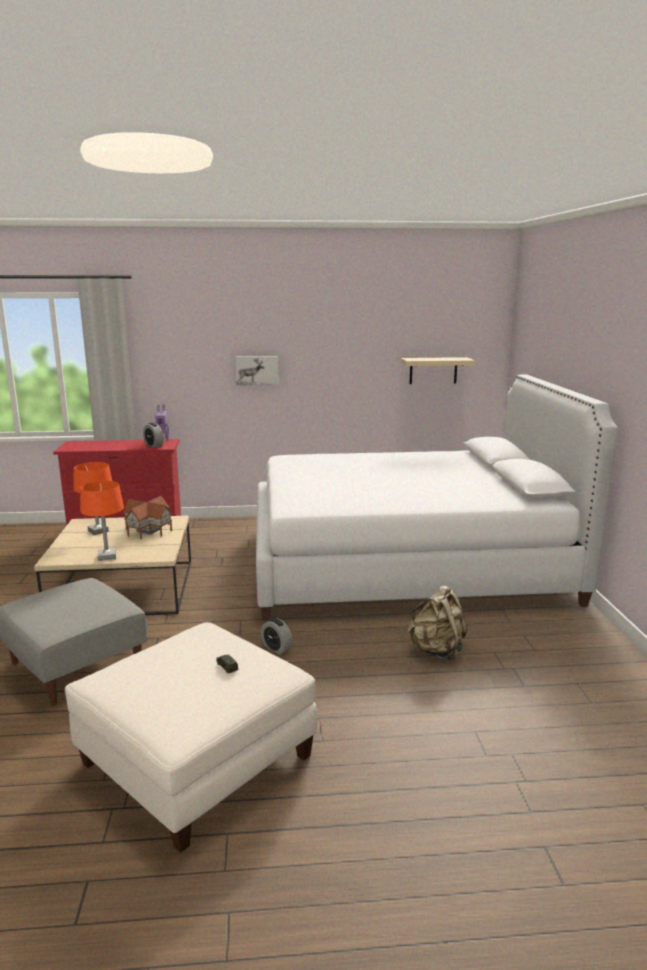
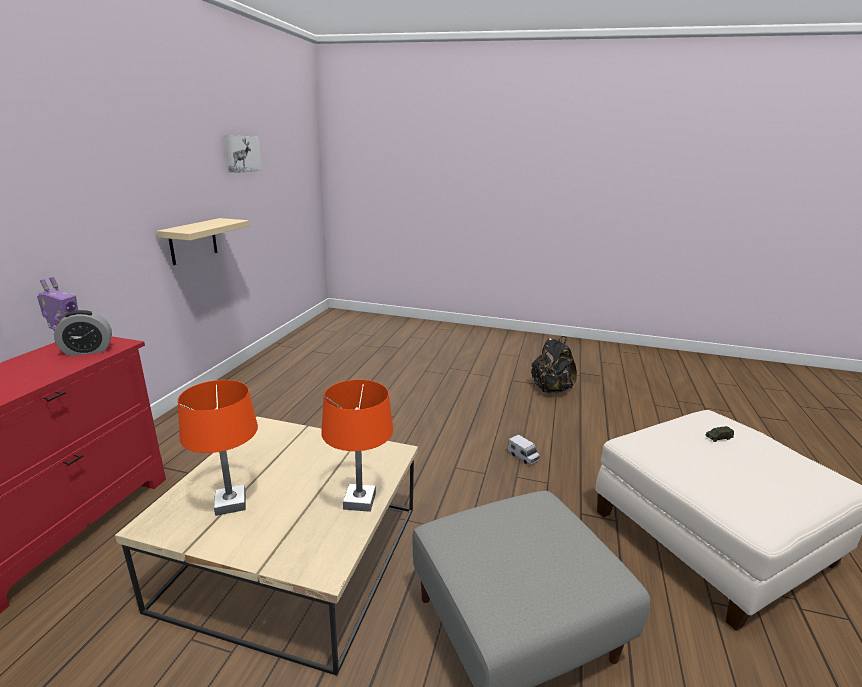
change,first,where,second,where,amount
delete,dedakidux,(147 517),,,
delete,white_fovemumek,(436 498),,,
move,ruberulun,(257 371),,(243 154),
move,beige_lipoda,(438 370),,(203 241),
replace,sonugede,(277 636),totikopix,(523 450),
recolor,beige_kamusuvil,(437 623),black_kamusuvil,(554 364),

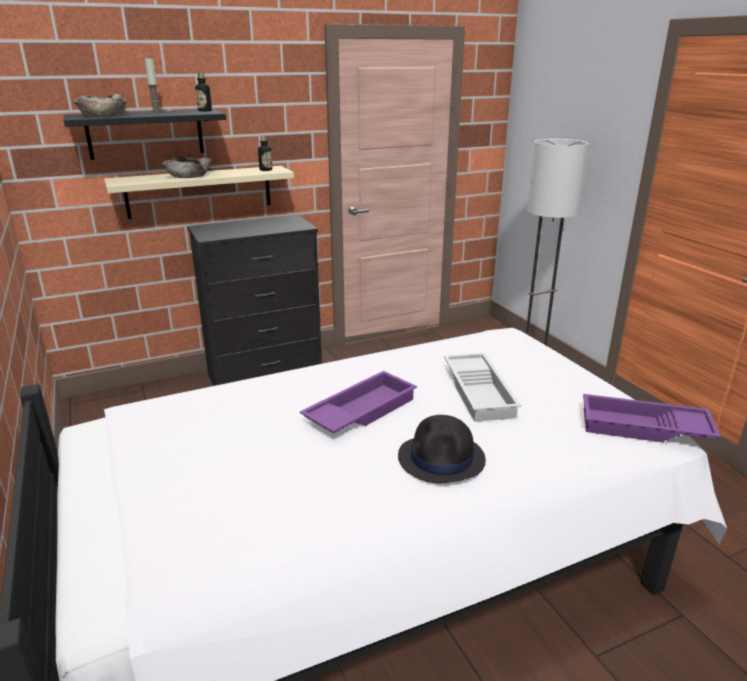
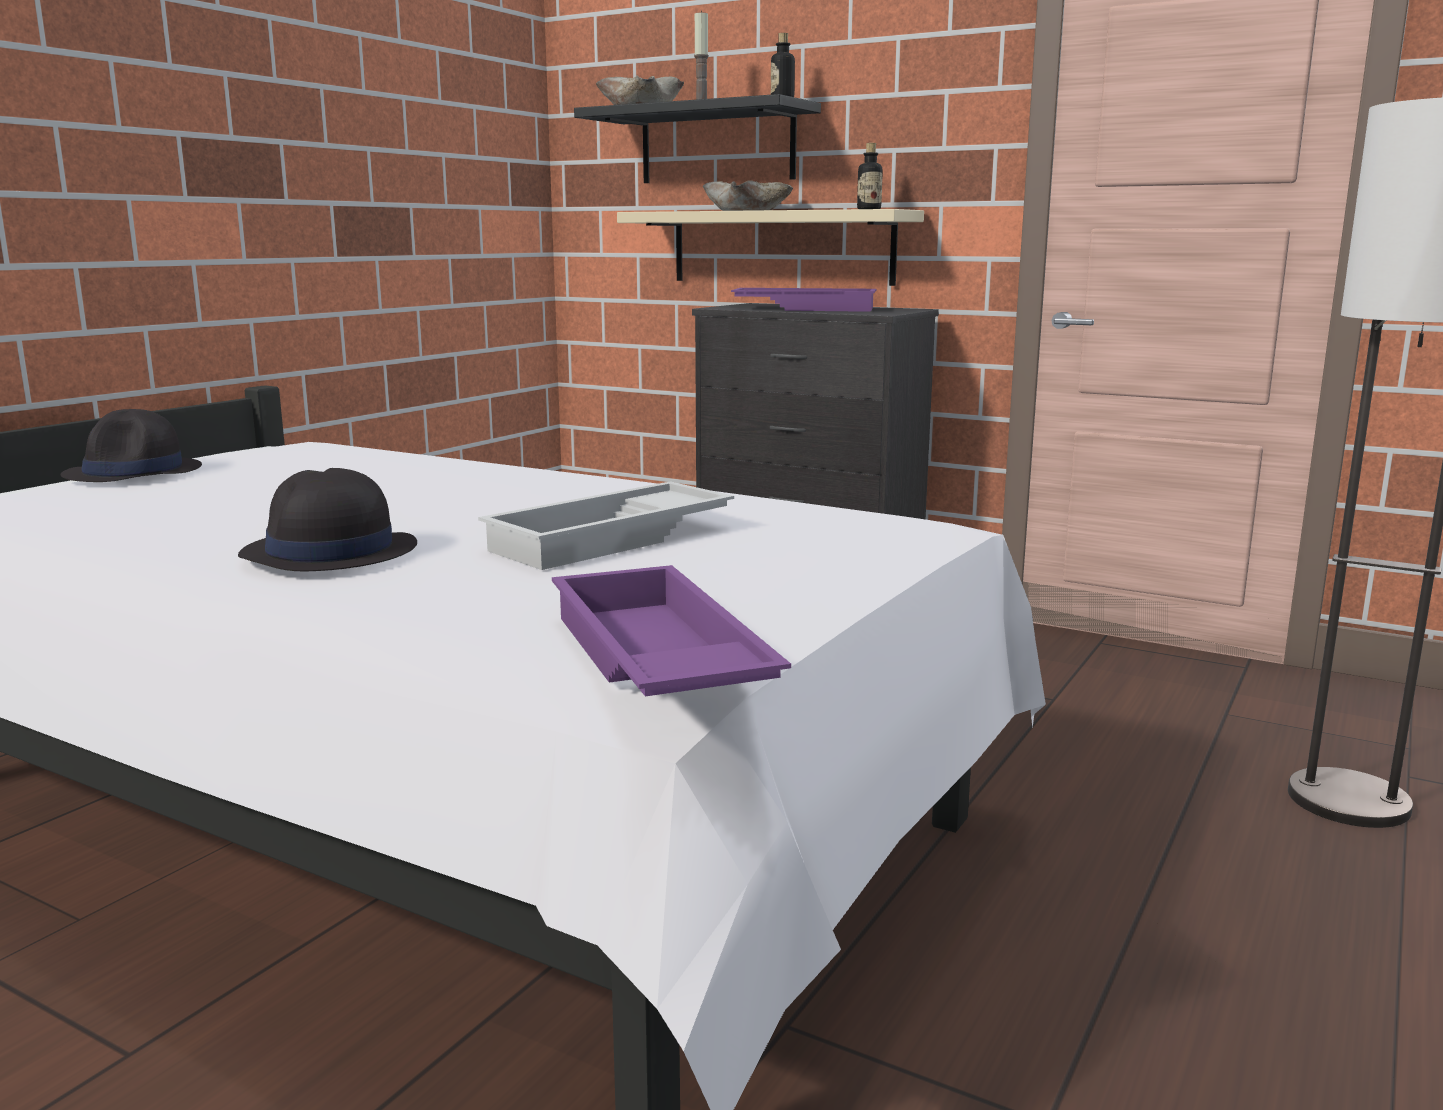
change,first,where,second,where,amount
insert,,,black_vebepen,(131 445),
move,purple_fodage,(358 402),,(804 300),

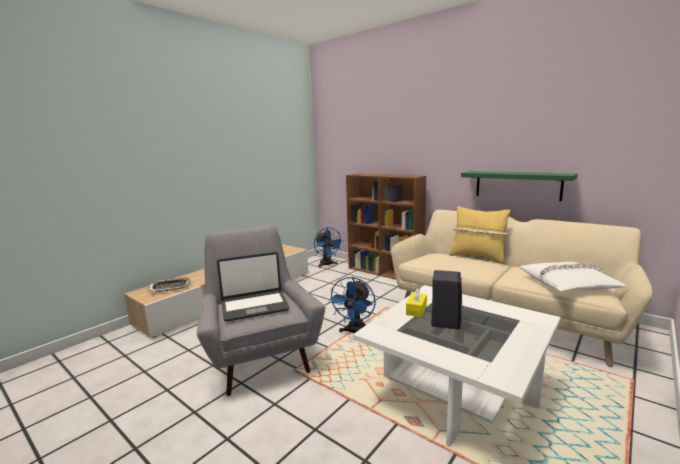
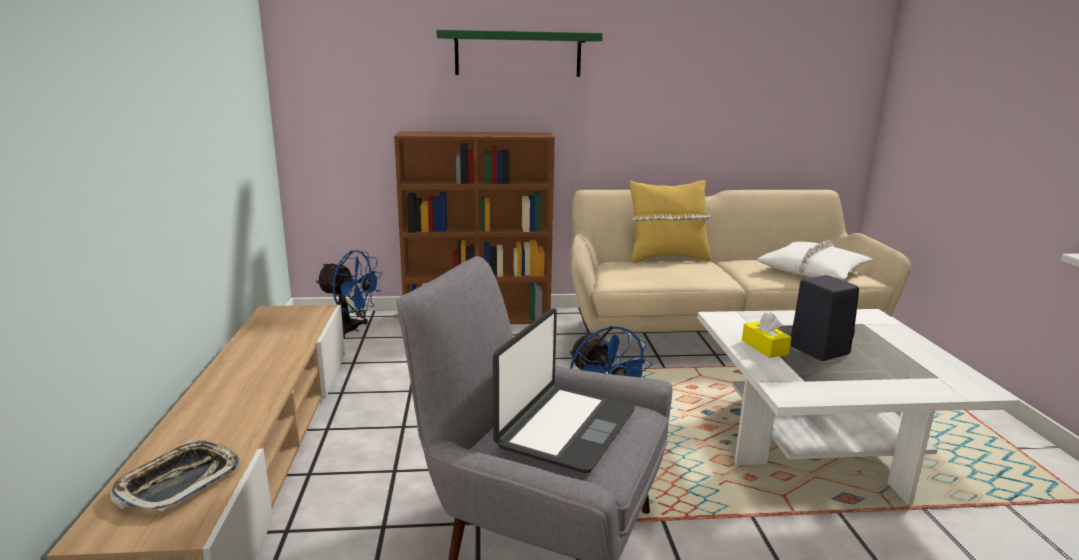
change,first,where,second,where,amount
move,green_lipoda,(519 186),,(519 53),

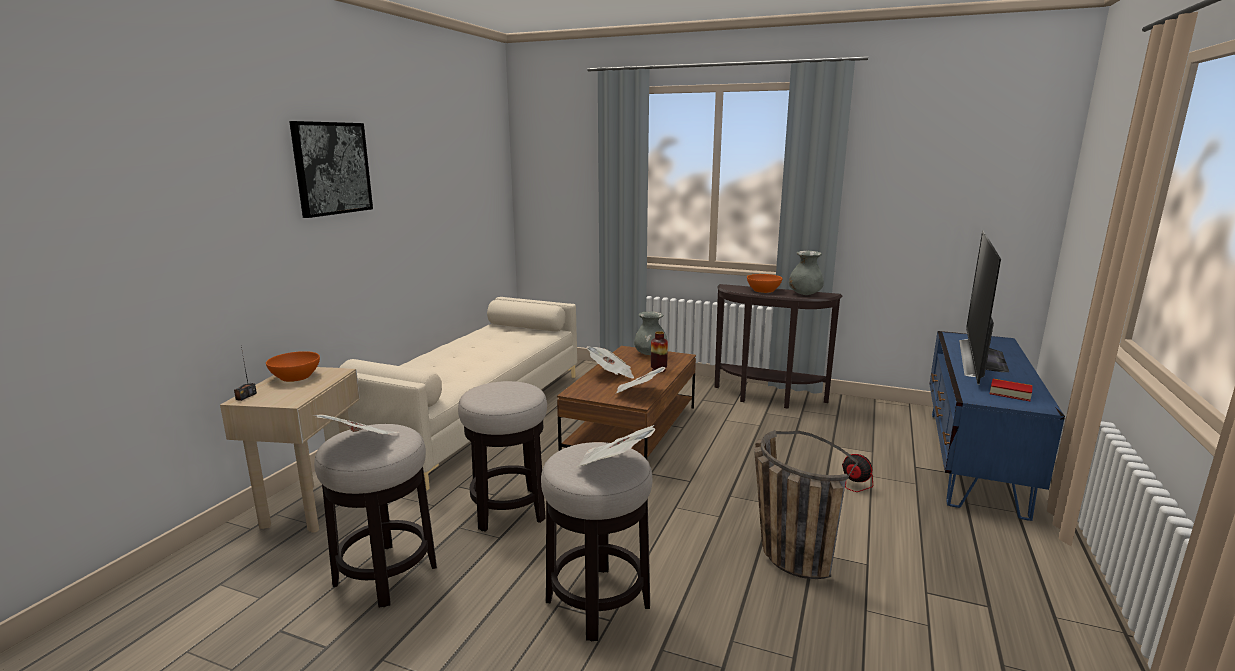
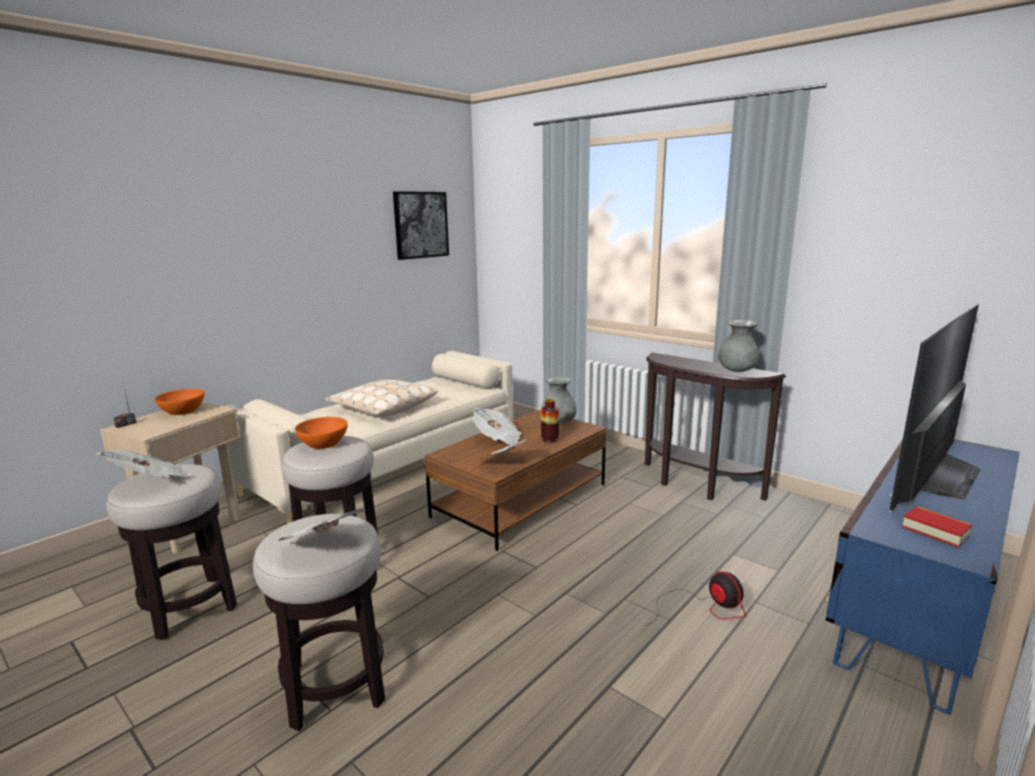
change,first,where,second,where,amount
delete,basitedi,(806 504),,,
insert,,,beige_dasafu,(381 398),
move,ruberulun,(331 169),,(421 225),
move,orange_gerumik,(764 283),,(321 433),

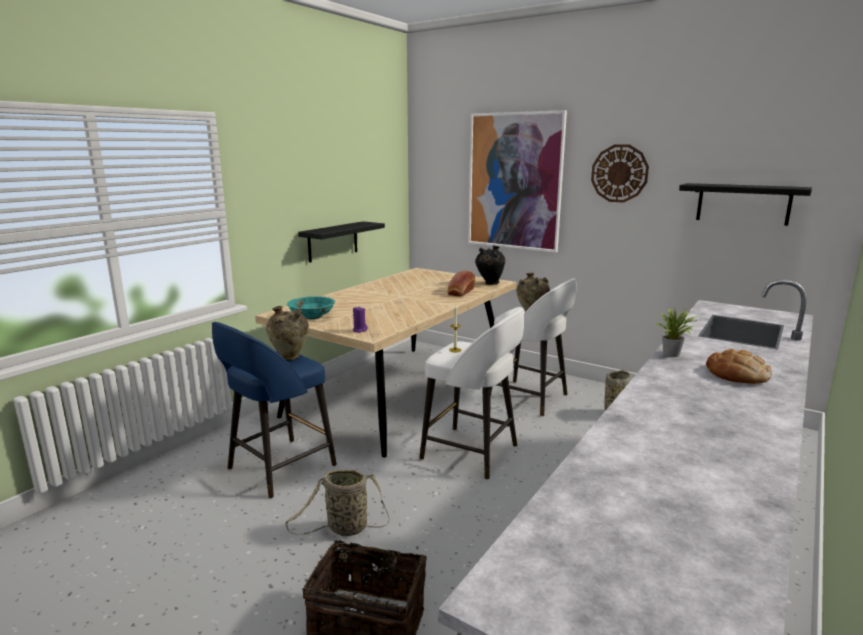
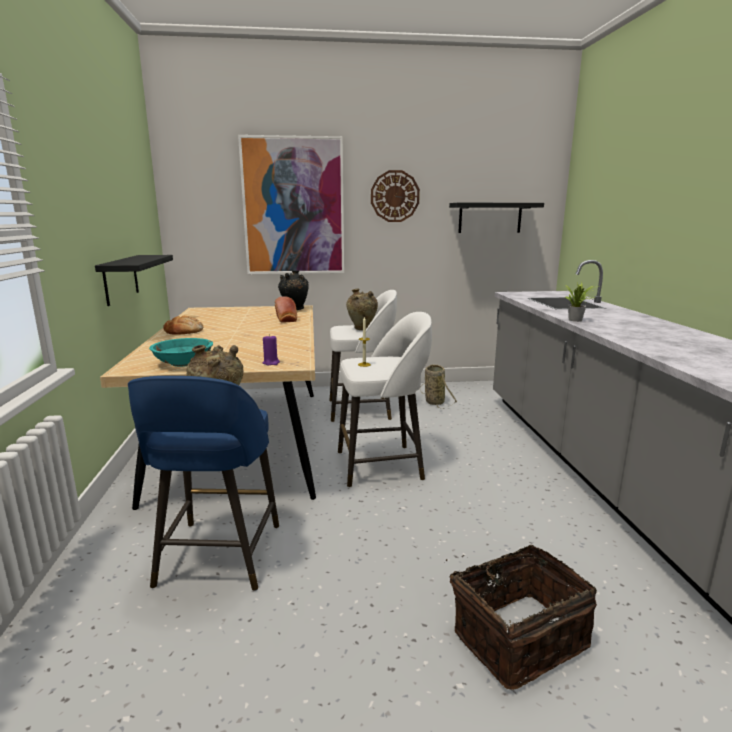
change,first,where,second,where,amount
delete,basitedi,(337 502),,,
move,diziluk,(739 366),,(183 325),

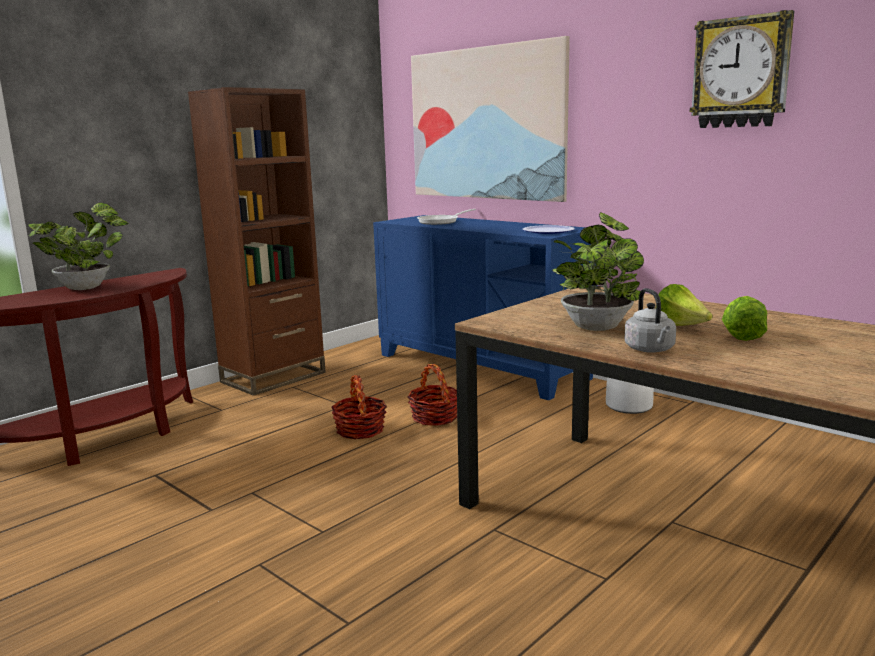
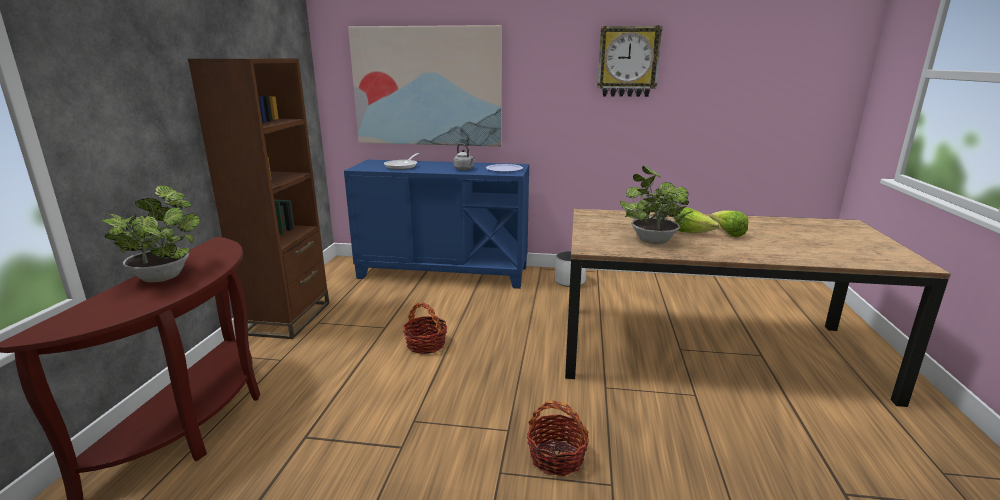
change,first,where,second,where,amount
move,basitedi,(432 395),,(558 438),
move,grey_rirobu,(650 320),,(464 156),

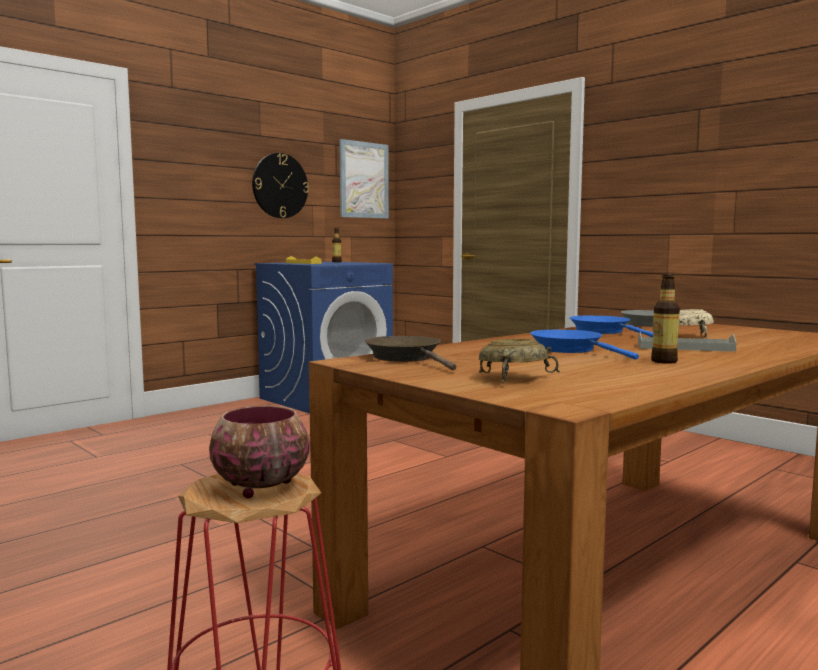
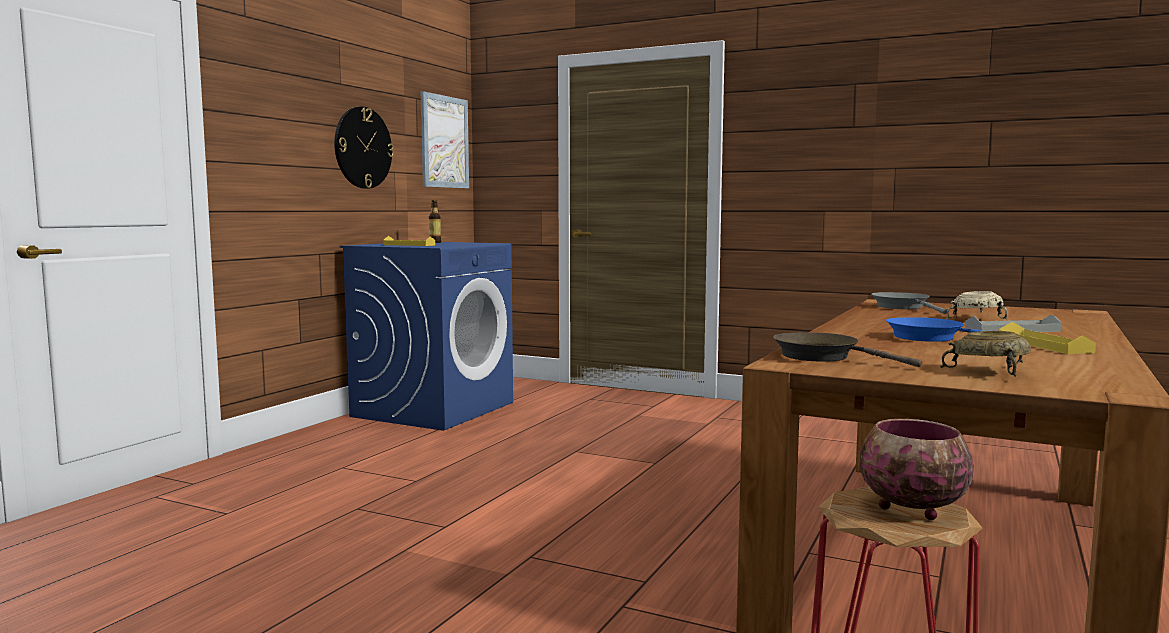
change,first,where,second,where,amount
delete,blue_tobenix,(611 326),,,
replace,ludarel,(665 318),yellow_fodage,(1047 338),

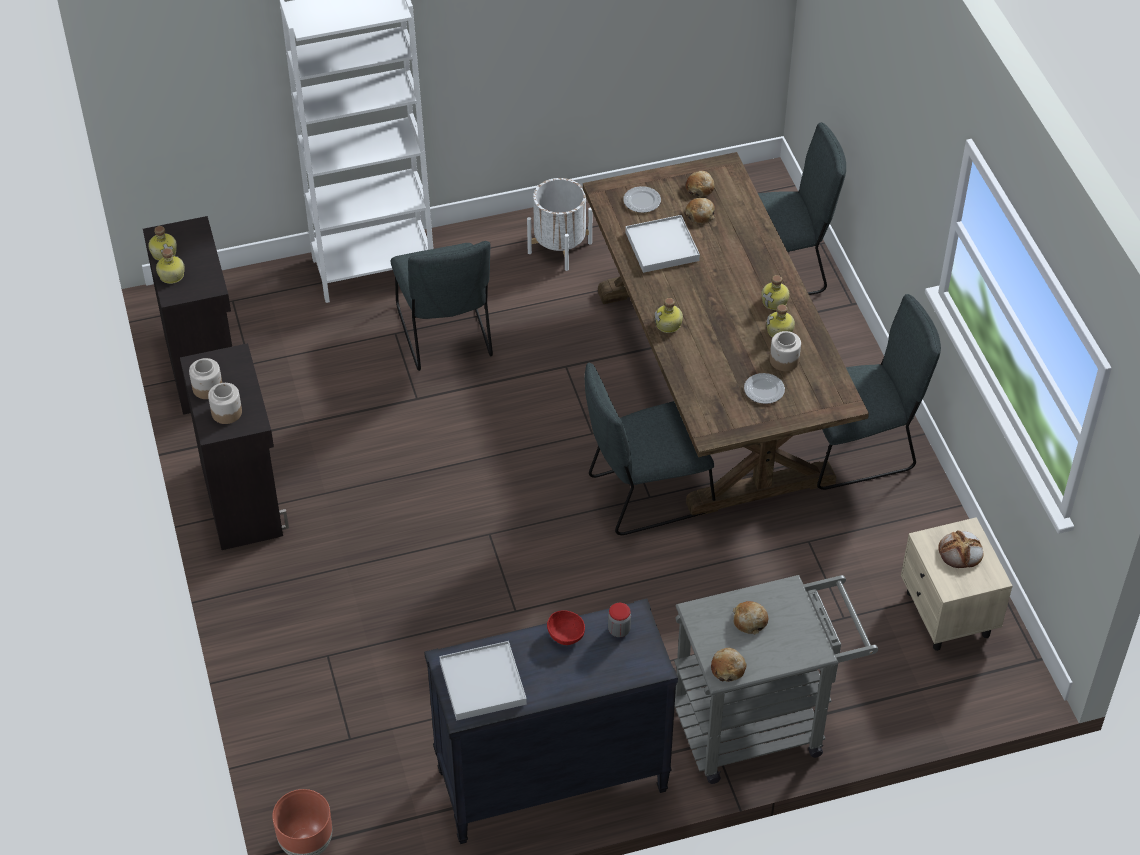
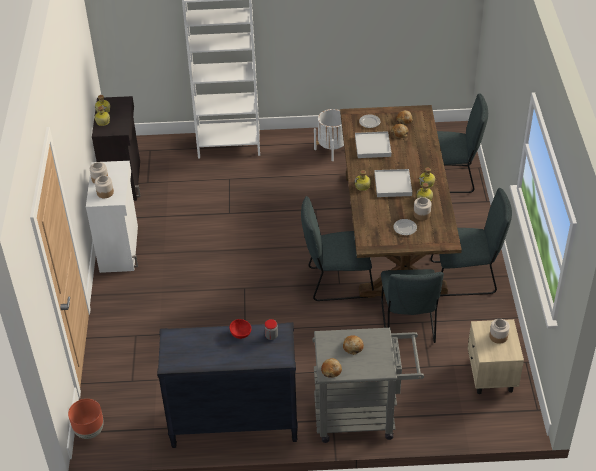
change,first,where,second,where,amount
move,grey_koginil,(442 306),,(412 306),
move,white_fodage,(483 681),,(393 183),
replace,diziluk,(960 549),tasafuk,(499 331),
recolor,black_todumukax,(234 446),white_todumukax,(112 217),

